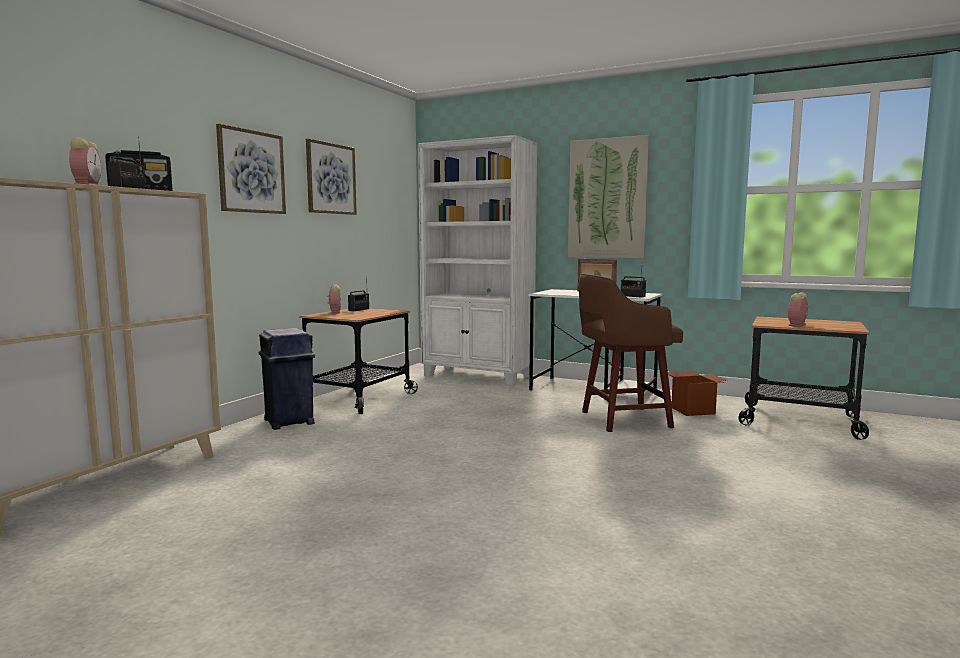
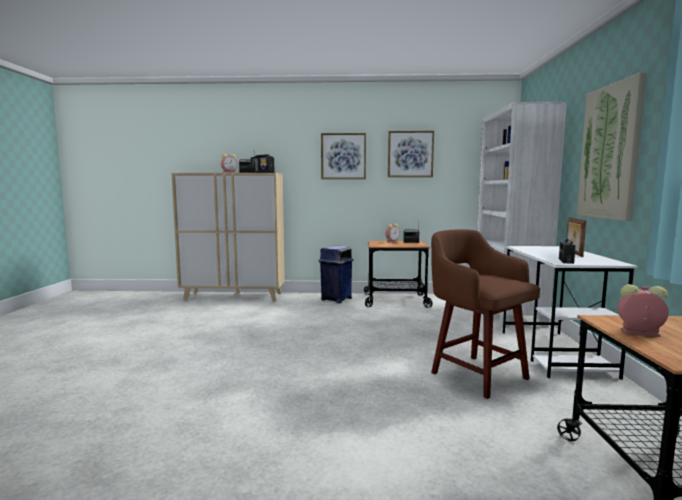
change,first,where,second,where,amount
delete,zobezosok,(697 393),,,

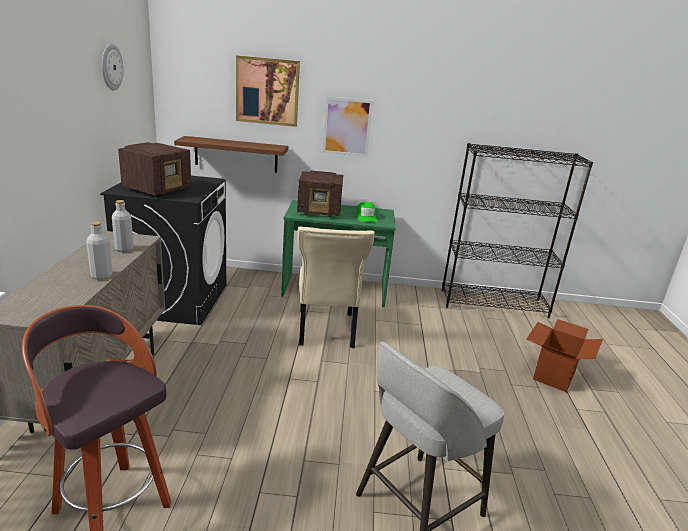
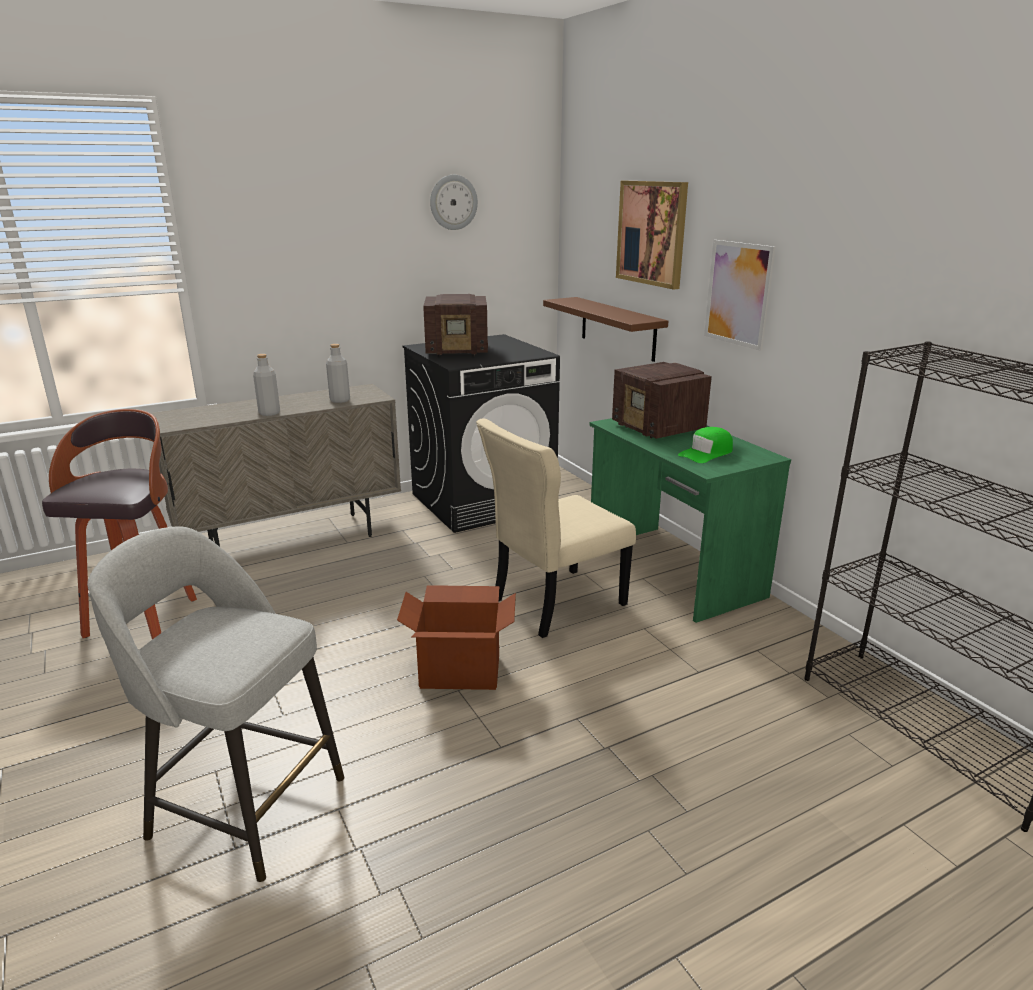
change,first,where,second,where,amount
move,zobezosok,(564 355),,(456 637),

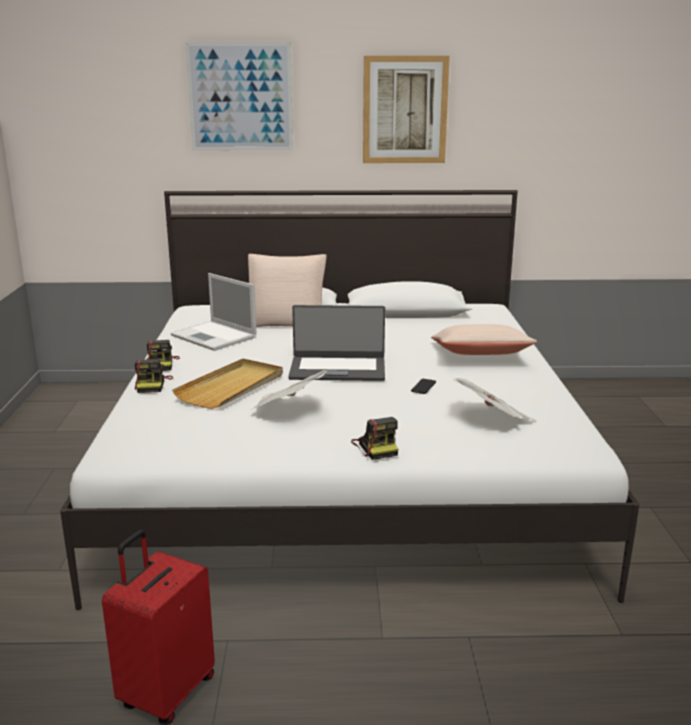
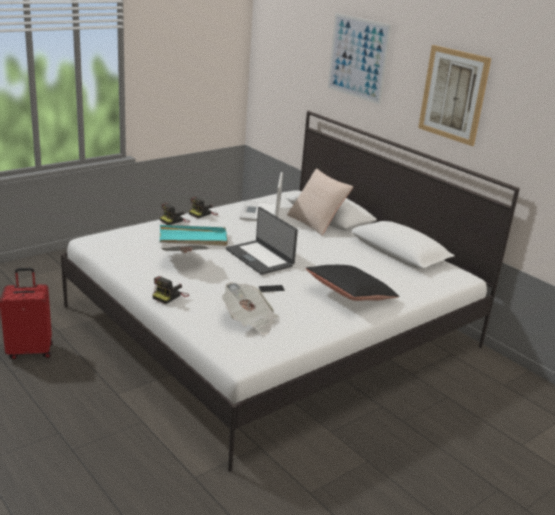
change,first,where,second,where,amount
recolor,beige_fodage,(227 384),turquoise_fodage,(194 235),
recolor,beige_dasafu,(484 339),black_dasafu,(352 283),

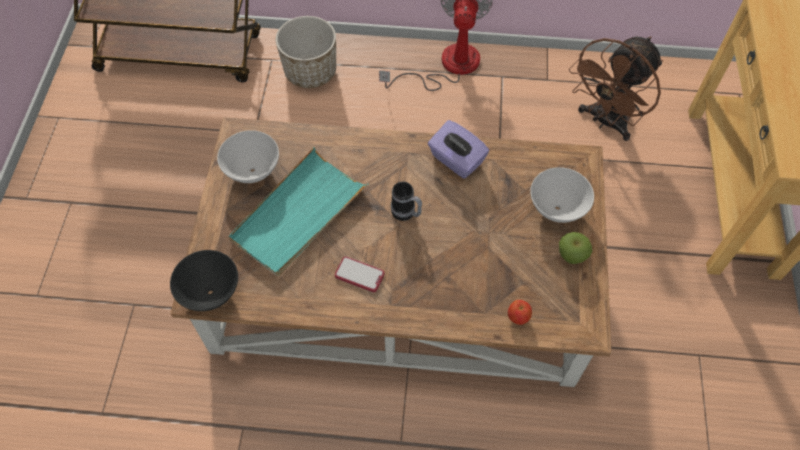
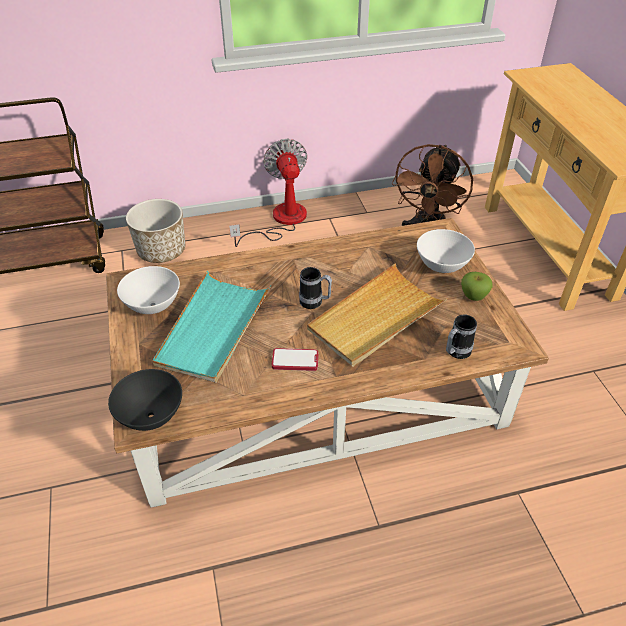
change,first,where,second,where,amount
delete,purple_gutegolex,(458 149),,,
insert,,,beige_fodage,(377 315),
replace,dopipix,(520 312),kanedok,(461 337),

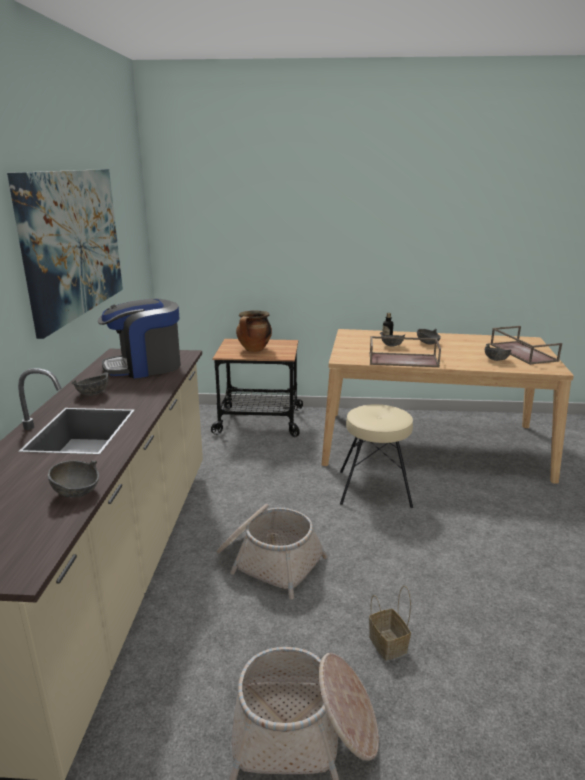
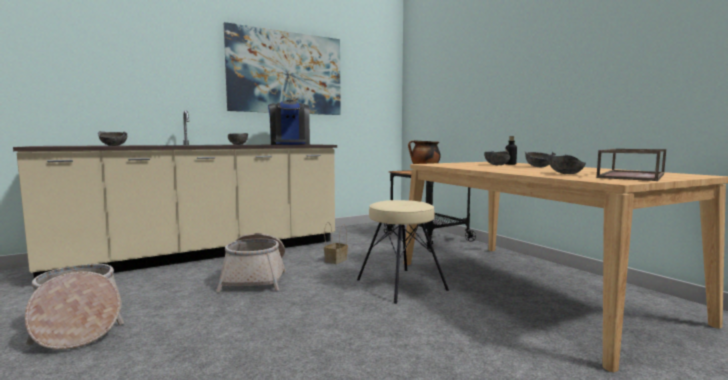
change,first,where,second,where,amount
delete,brown_fodage,(405 351),,,
move,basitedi,(390 623),,(336 243),
rotate,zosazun,(139 338),,(289 122),135 degrees counterclockwise

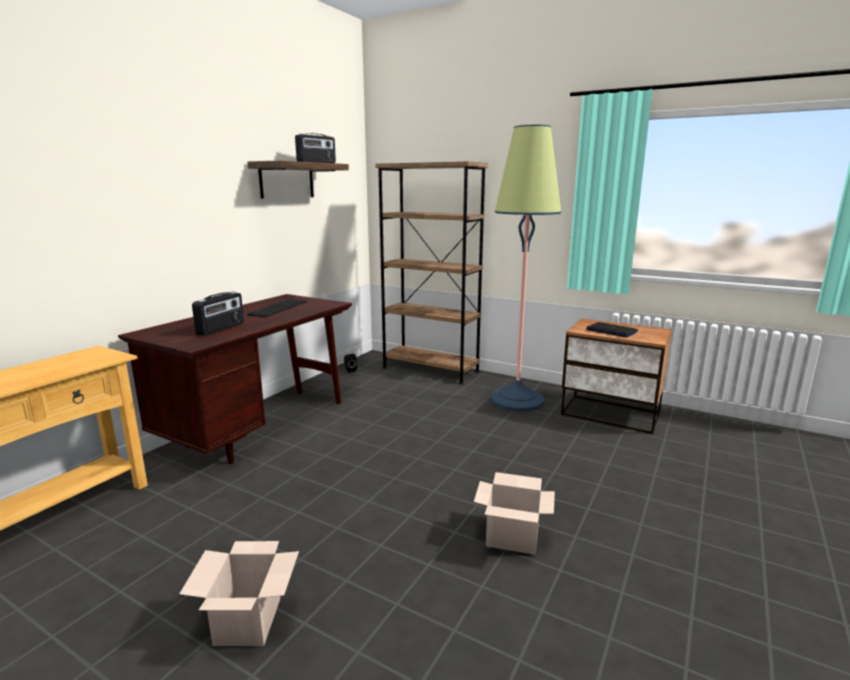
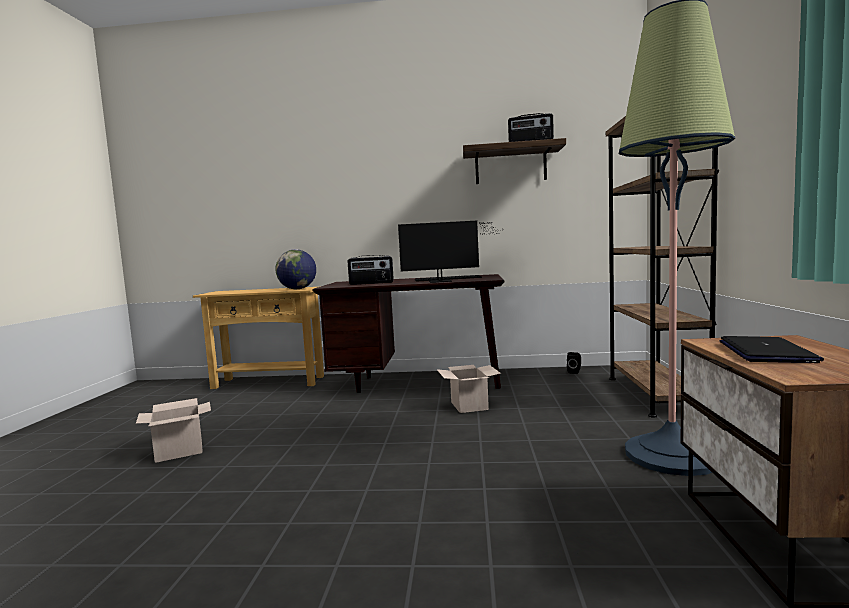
change,first,where,second,where,amount
insert,,,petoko,(295 269),
insert,,,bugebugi,(450 252),
move,zobezosok,(514 513),,(469 389),

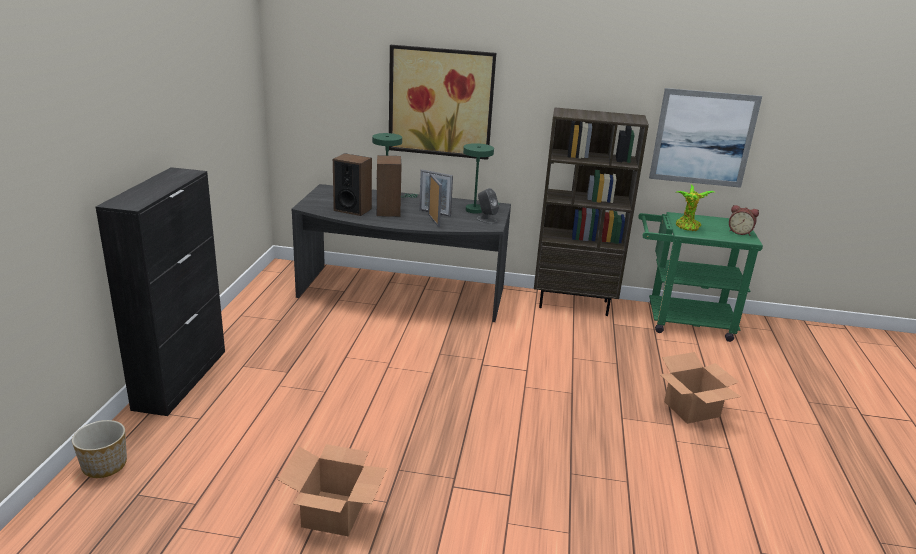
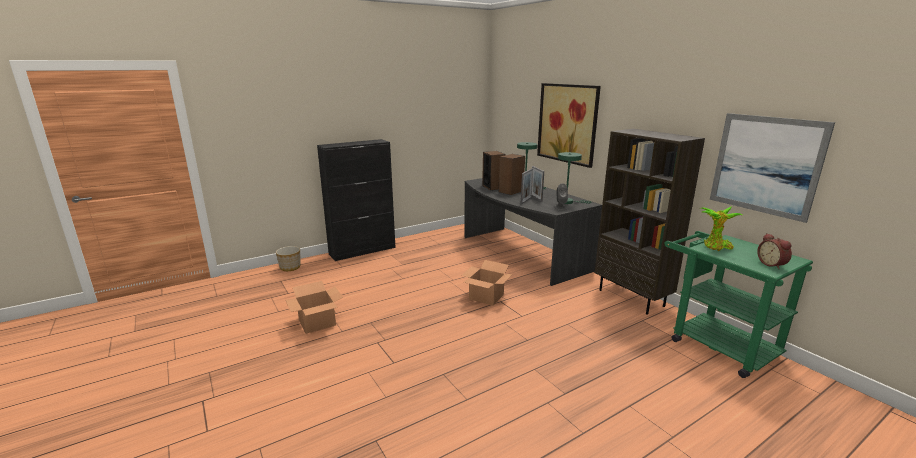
change,first,where,second,where,amount
move,zobezosok,(700 388),,(487 283),

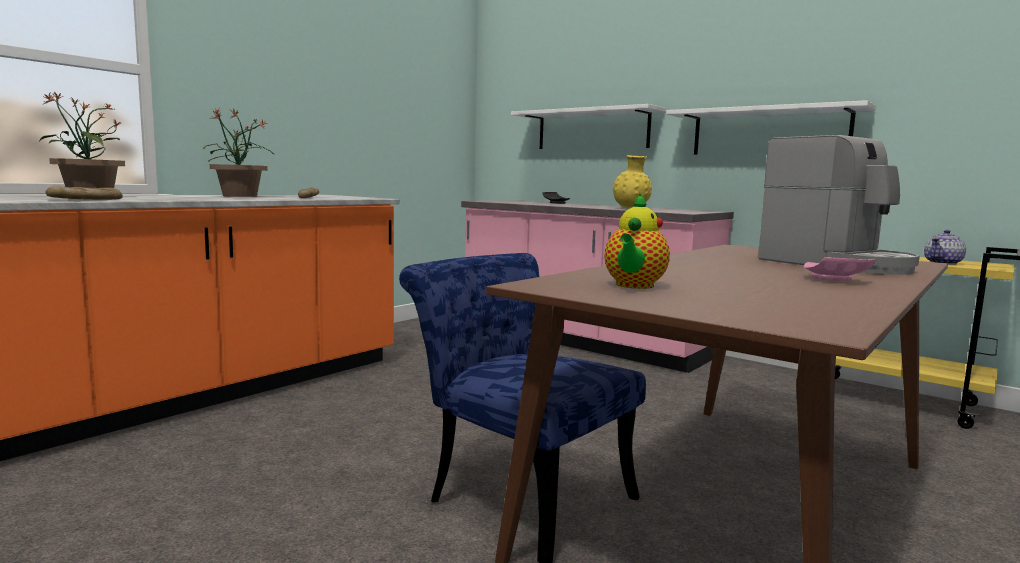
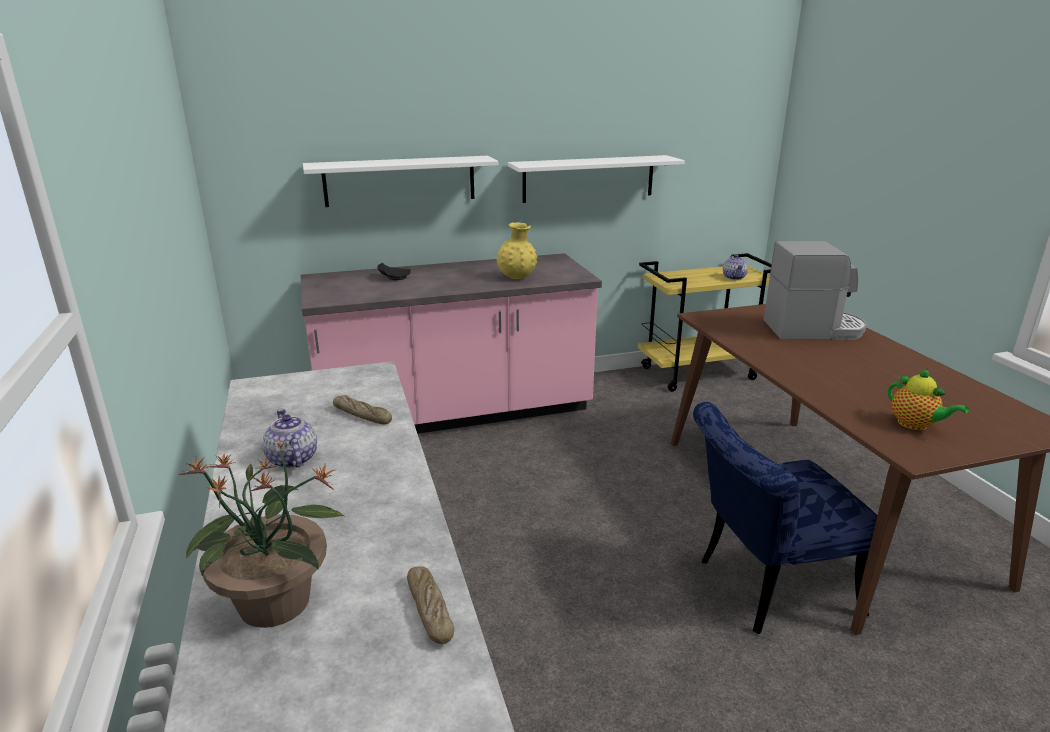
change,first,where,second,where,amount
delete,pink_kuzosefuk,(840 269),,,
replace,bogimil,(238 152),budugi,(290 438),

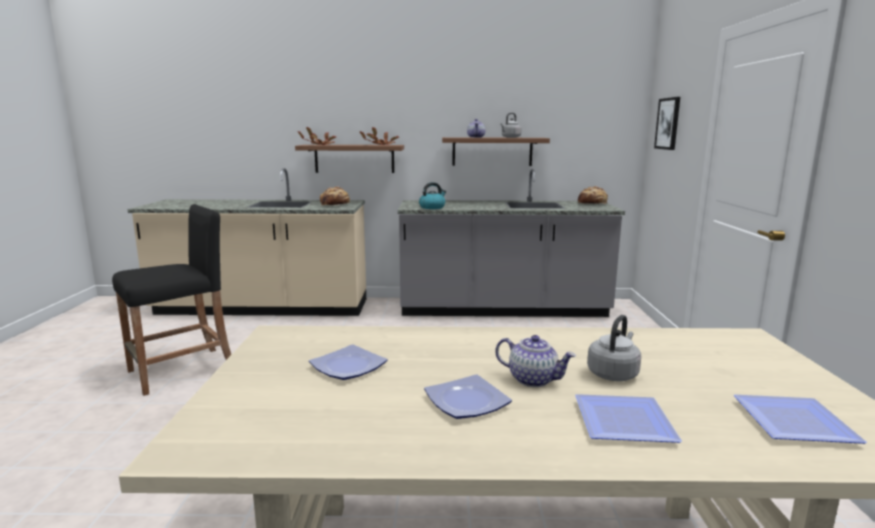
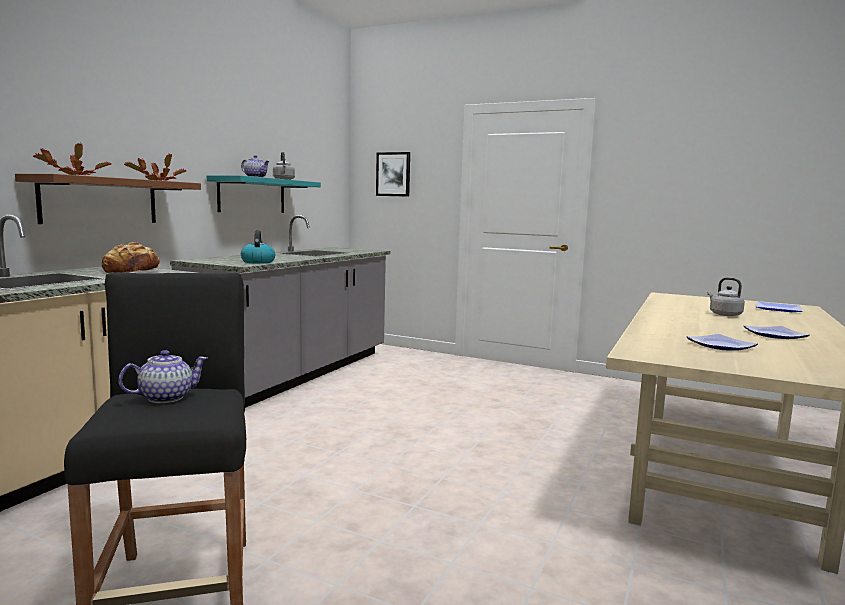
change,first,where,second,where,amount
delete,kuzosefuk,(628 418),,,
delete,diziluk,(593 195),,,
move,budugi,(535 361),,(163 376),
recolor,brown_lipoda,(496 151),turquoise_lipoda,(264 194),

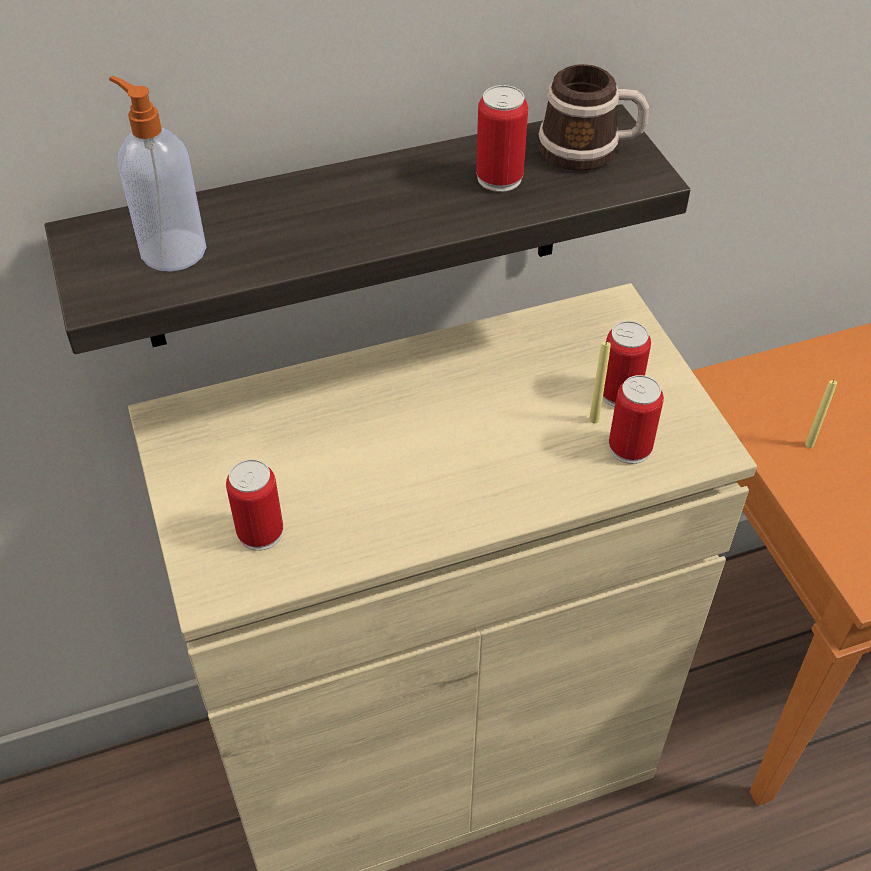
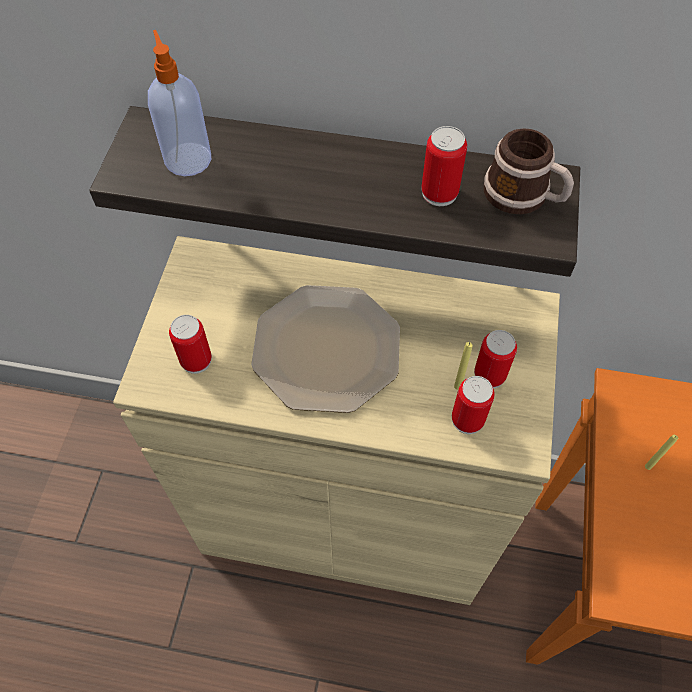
change,first,where,second,where,amount
insert,,,kuzosefuk,(325 349),

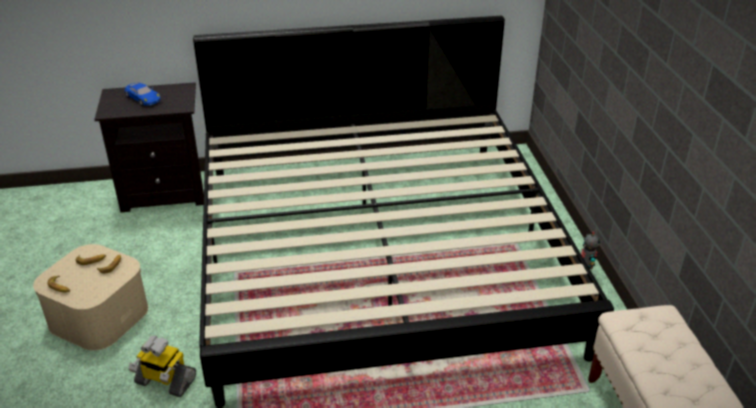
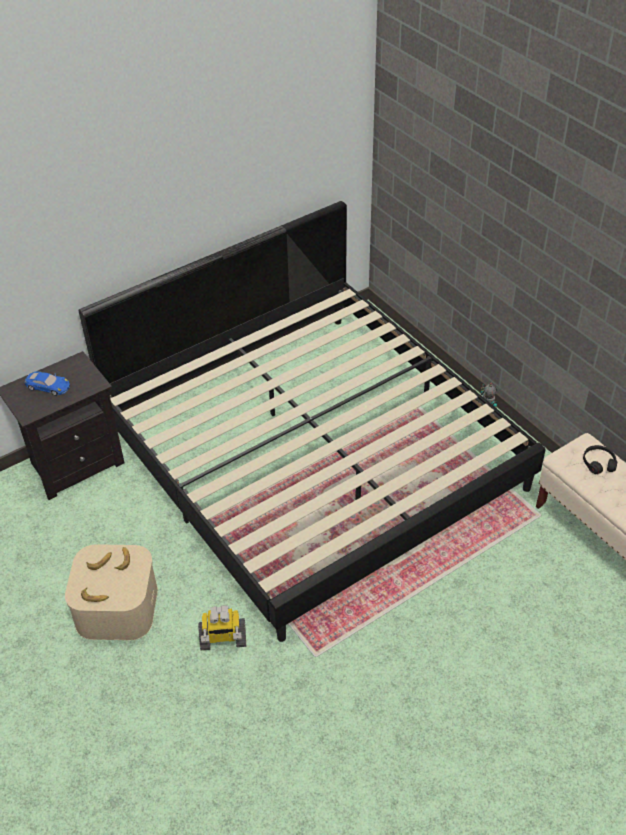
change,first,where,second,where,amount
insert,,,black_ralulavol,(600 459),

